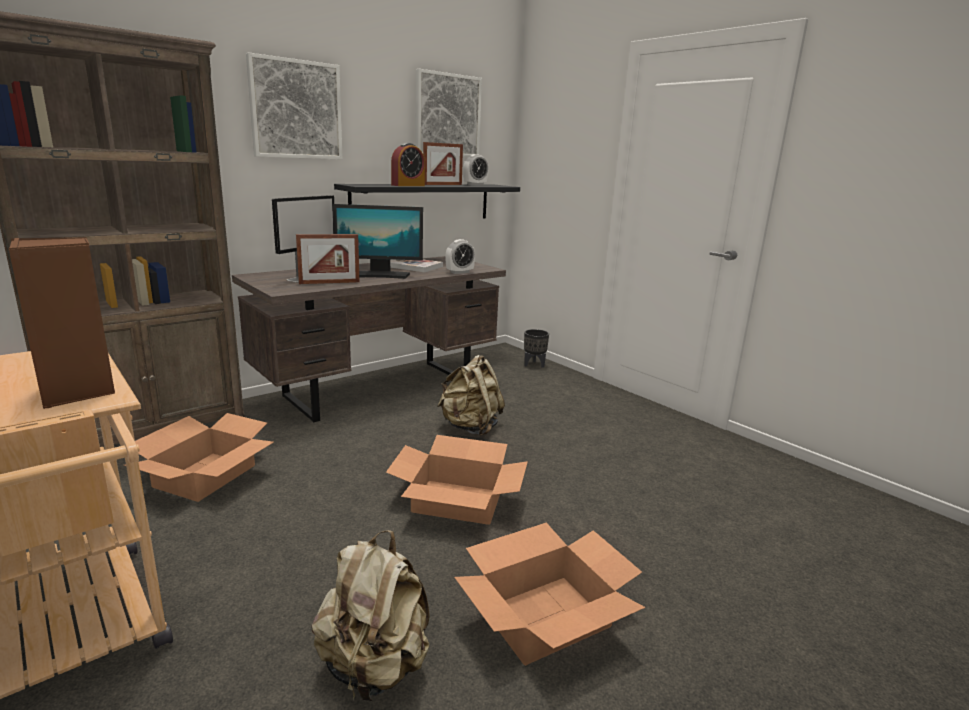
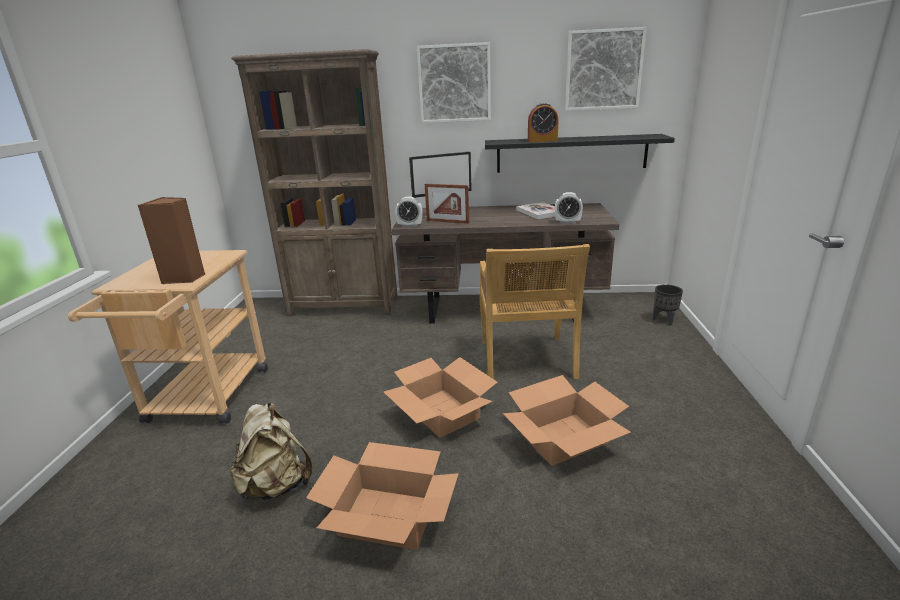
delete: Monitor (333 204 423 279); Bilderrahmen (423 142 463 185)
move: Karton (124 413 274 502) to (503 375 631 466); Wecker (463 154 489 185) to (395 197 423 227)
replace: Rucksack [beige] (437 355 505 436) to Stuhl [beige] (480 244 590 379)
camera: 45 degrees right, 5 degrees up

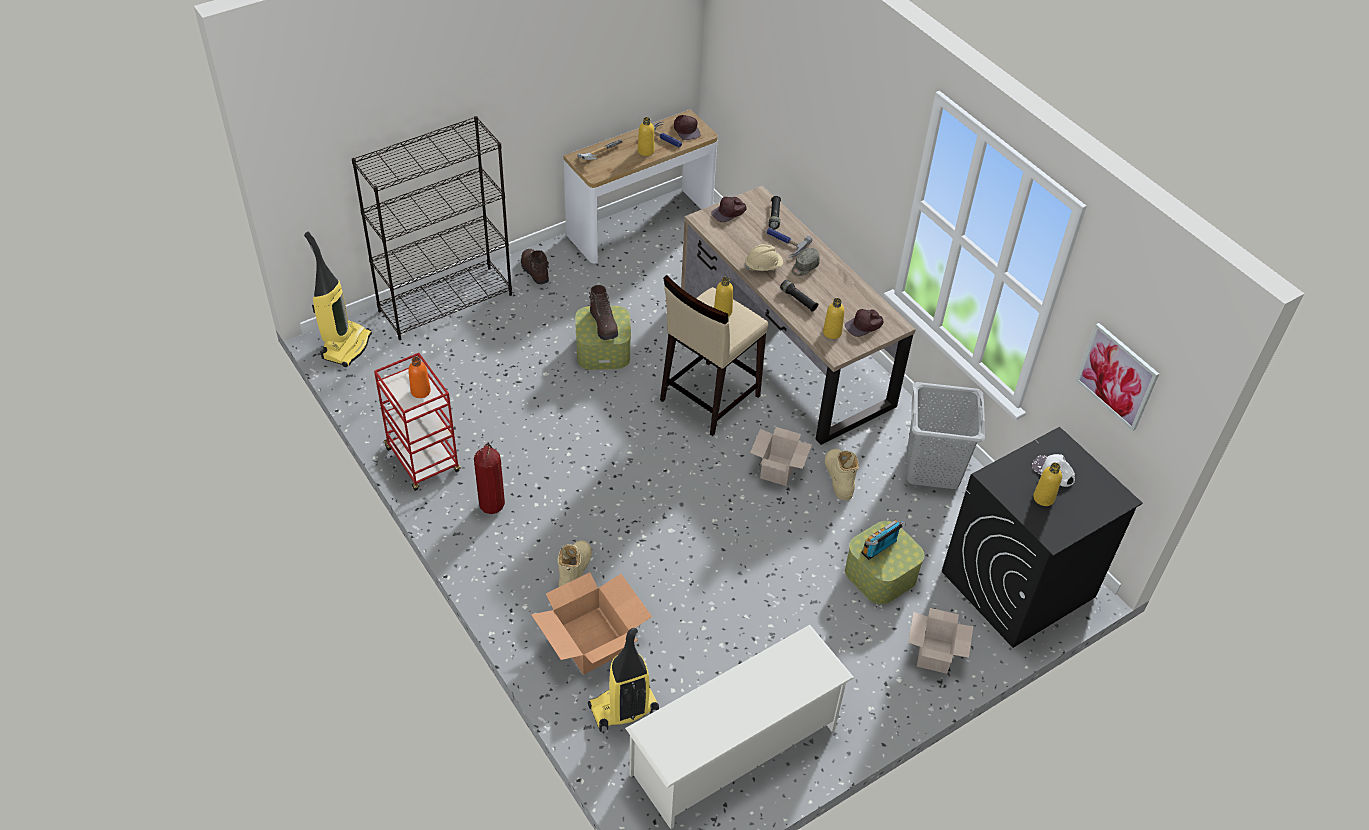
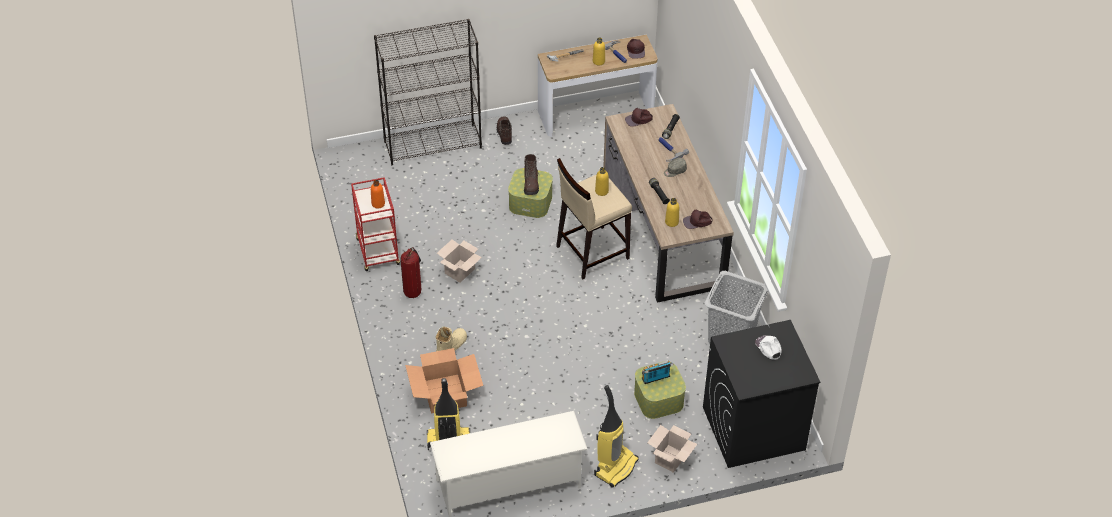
delete: Schutzhelm [beige] (745 244 783 271); Stiefel [beige] (825 449 859 500); Flasche [gelb] (1033 463 1062 506); Bild (1076 323 1159 431)
move: Staubsauger (304 232 372 367) to (594 385 639 488); Karton (750 427 812 486) to (437 239 482 283)
camera: 20 degrees right, 0 degrees up

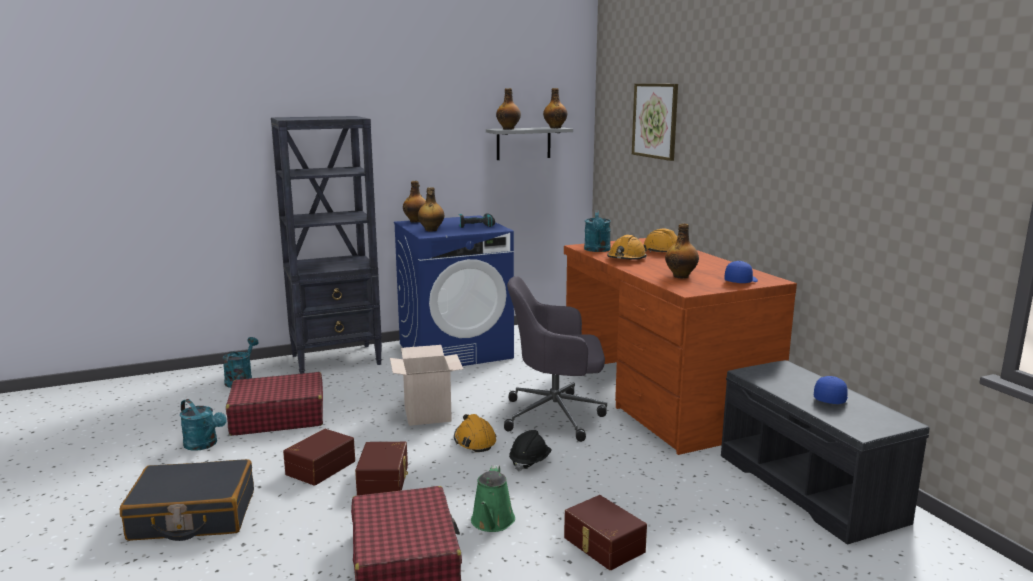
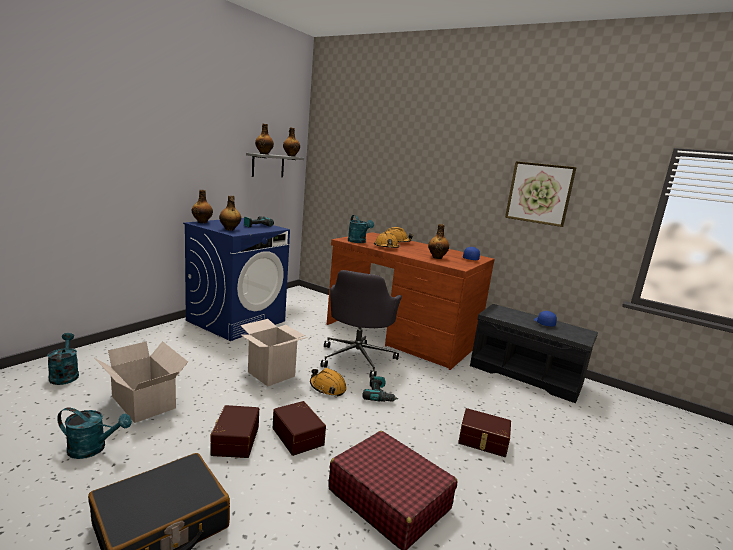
delete: Bücherregal [schwarz] (271 116 382 374); Gießkanne [grün] (471 465 515 532)
move: Bild (632 84 678 161) to (505 161 577 227)
replace: Koffer [rot] (226 372 323 436) to Karton (95 341 188 423); Schutzhelm [schwarz] (509 430 551 471) to Bohrmaschine (362 376 398 402)
rotate: Bürostuhl [grau] (504 276 607 442) = (321 270 402 378) 45 degrees counterclockwise
camera: 35 degrees left, 0 degrees up

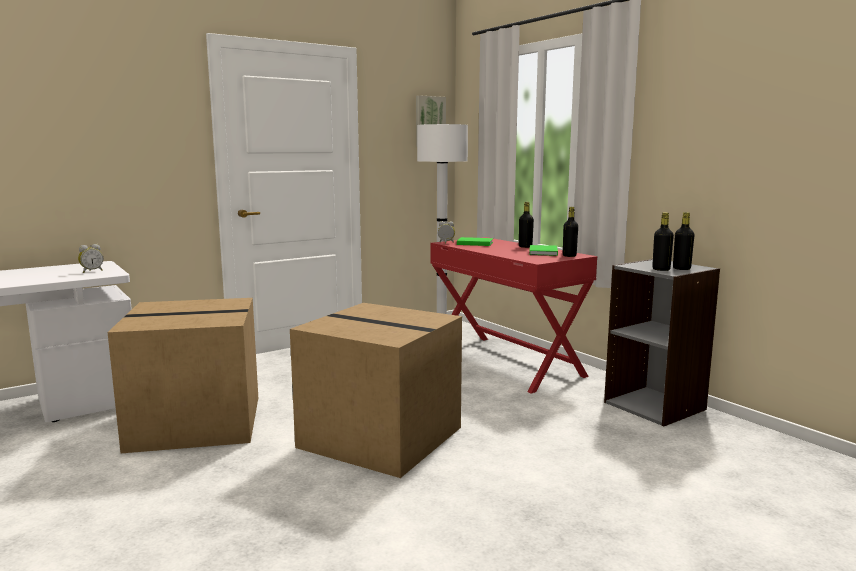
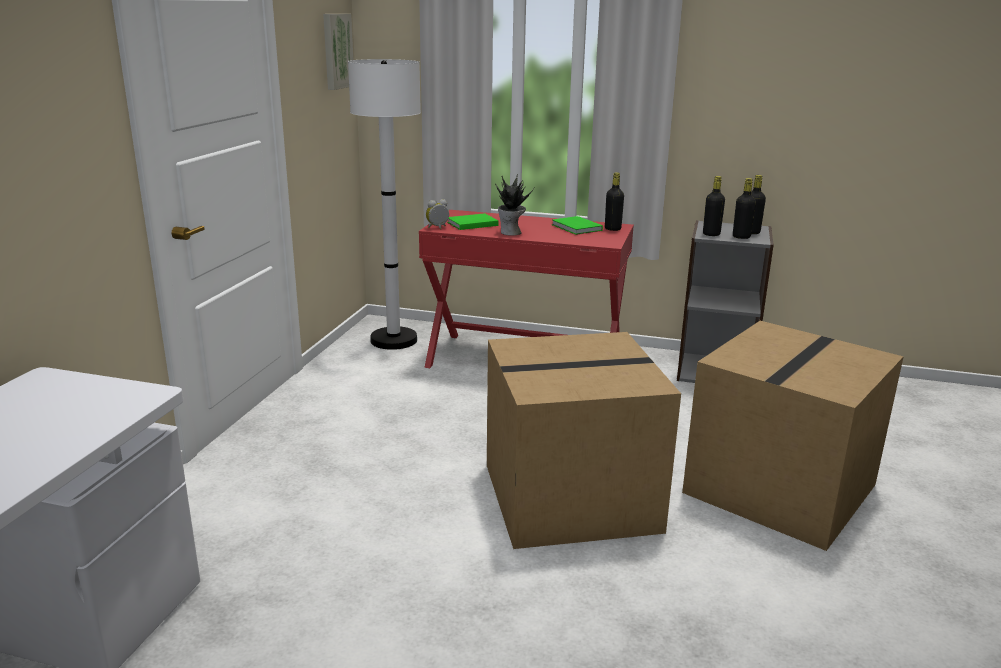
delete: Wecker (78 244 103 273)
insert: Topfpflanze (495 174 535 236)
move: Karton (107 298 258 453) to (682 321 904 551); Flasche [schwarz] (519 202 534 248) to (703 176 725 236)
camera: 40 degrees left, 10 degrees up

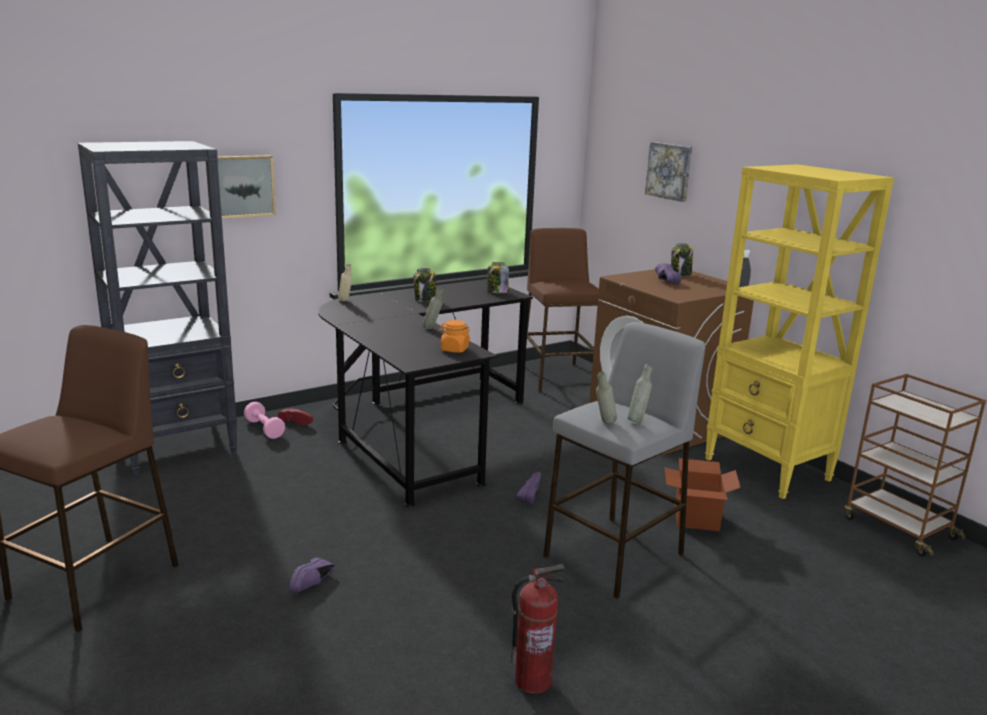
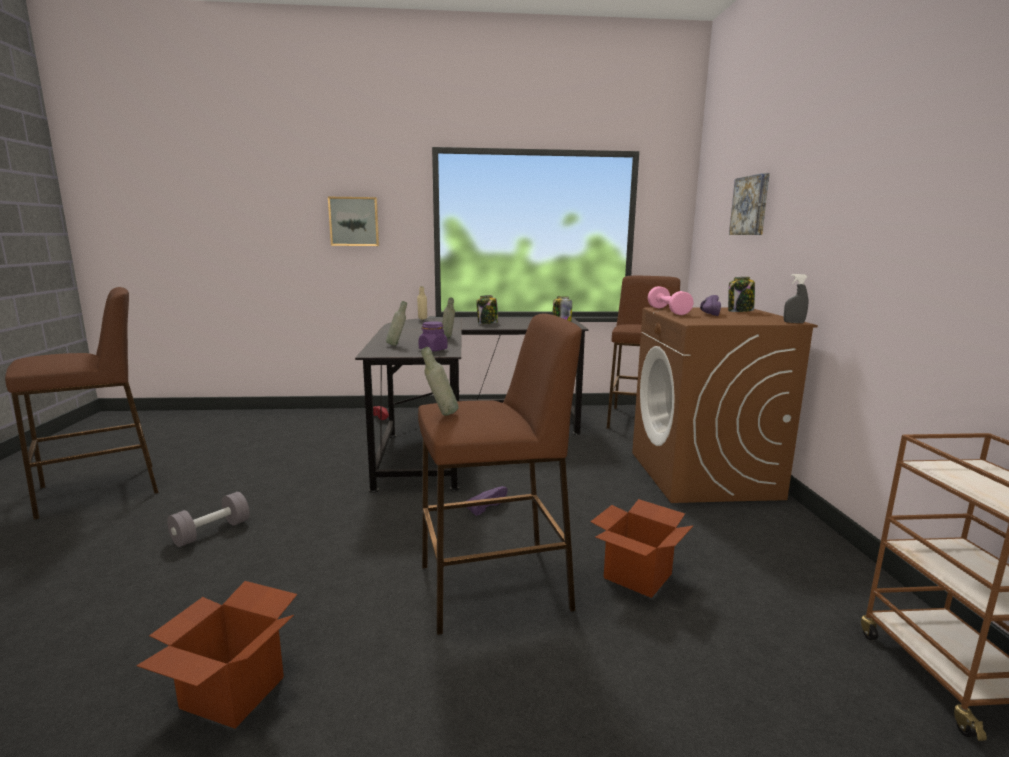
delete: Bücherregal [schwarz] (78 141 238 475); Bücherregal [gelb] (705 164 894 499)
move: Hantel [rosa] (244 402 285 439) to (648 286 694 315); Flasche [grau] (627 364 652 423) to (386 301 407 346)
replace: Schuh [lila] (290 558 335 593) to Hantel [grau] (167 492 250 547); Feuerlöscher (511 564 565 694) to Karton (136 581 297 729)
recolor: Vorratsglas [orange] (439 320 470 353) to Vorratsglas [lila] (418 321 447 351); Hocker [grau] (543 322 705 599) to Hocker [braun] (418 313 582 635)
camera: 30 degrees right, 5 degrees down

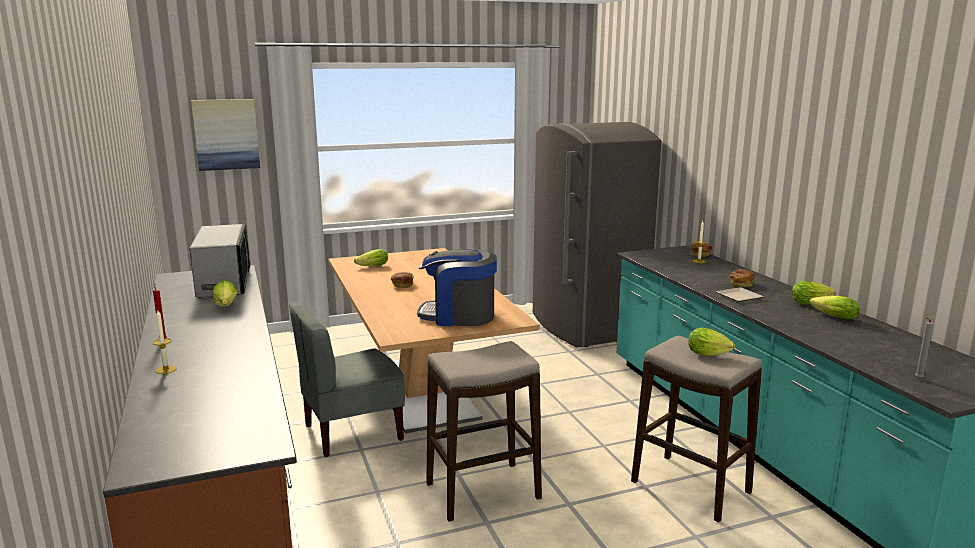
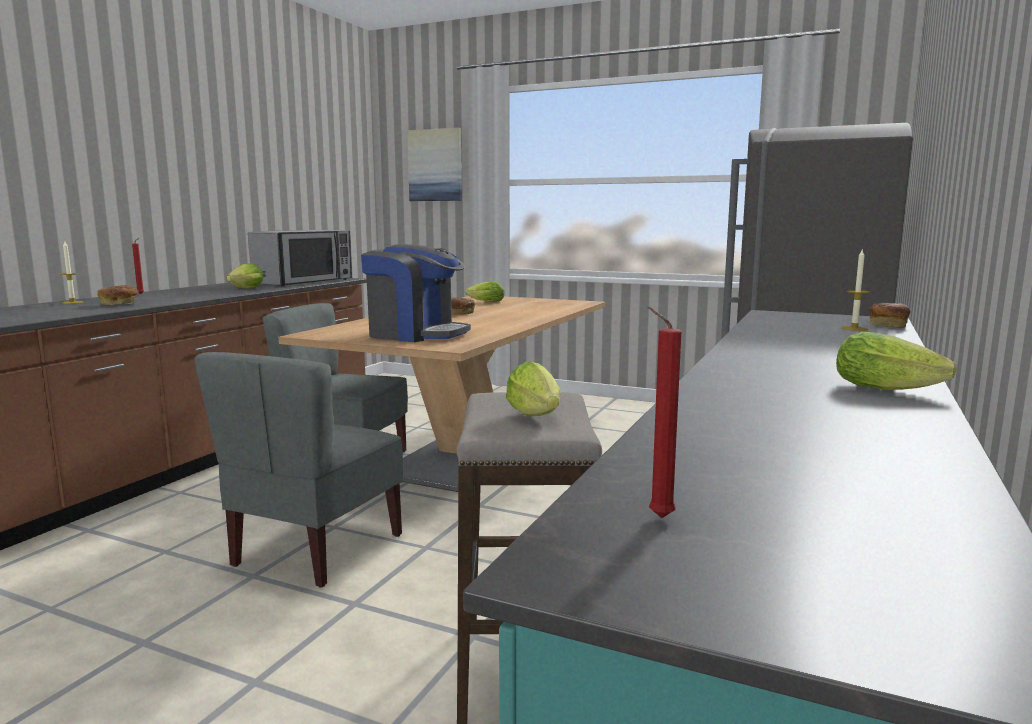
delete: Teller (716 287 764 302); Salatkopf (810 296 860 319)
move: Brot (730 269 754 287) to (97 285 139 305)
replace: Hocker (426 341 542 522) to Stuhl [grau] (194 352 403 587)
recolor: Kerze [grau] (915 317 934 379) to Kerze [rot] (648 307 682 518)
rotate: Kaffeemaschine (417 249 497 326) = (361 244 471 342) 150 degrees clockwise
camera: 45 degrees right, 5 degrees down

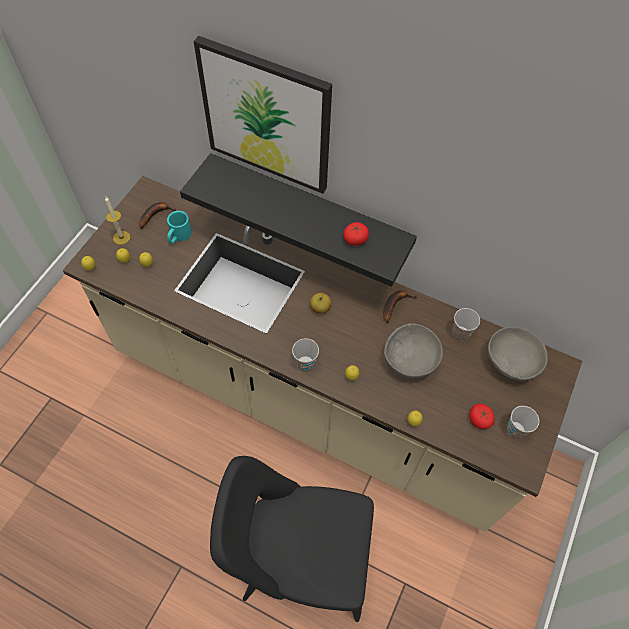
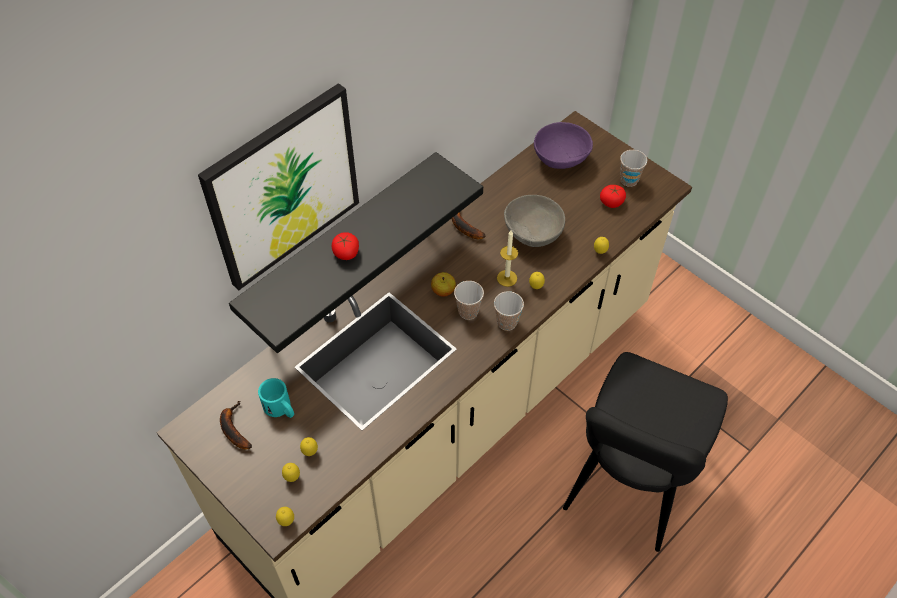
move: Kerze (105 197 130 245) to (497 230 518 287); Tomate (343 222 369 246) to (332 232 359 260); Tasse (452 308 480 341) to (454 281 484 320)
recolor: Schüssel [grau] (488 327 548 381) to Schüssel [lila] (534 122 593 169)
camera: 70 degrees left, 5 degrees down

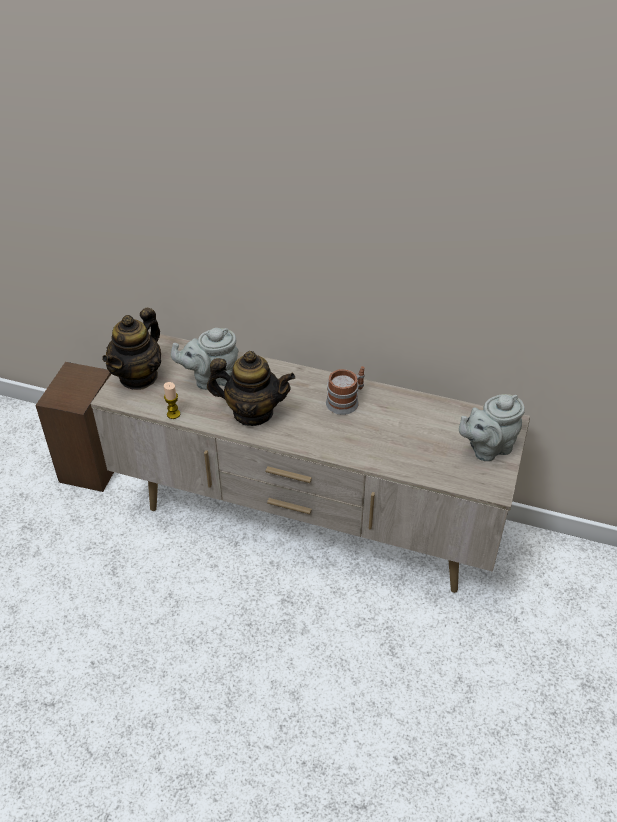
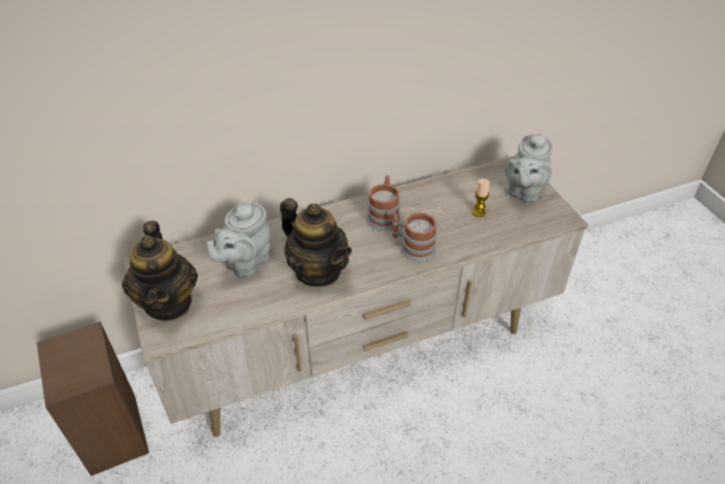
insert: Henkelbecher (391 212 437 262)
move: Kerze (164 382 180 419) to (472 179 490 217)
rotate: Teekanne (207 351 295 426) = (280 198 352 287) 75 degrees clockwise
camera: 40 degrees left, 0 degrees up

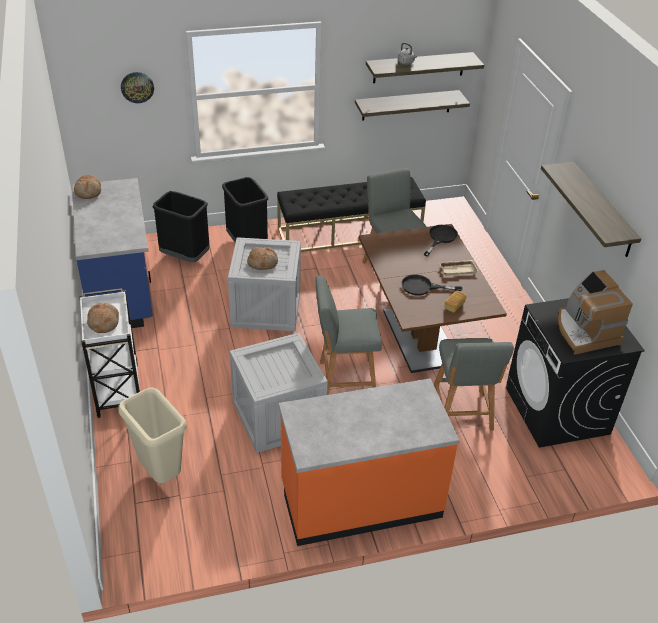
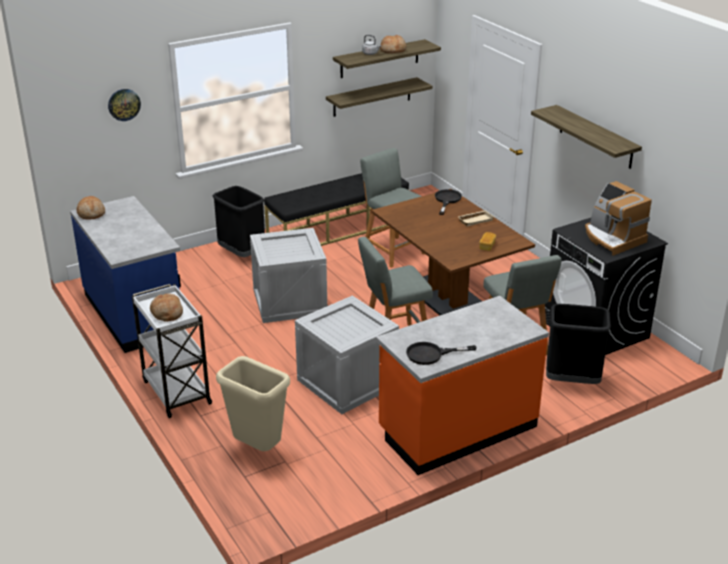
move: Mülleimer [schwarz] (153 191 210 262) to (546 304 611 384); Brot (247 247 278 270) to (380 35 407 53); Pfanne [schwarz] (401 275 462 296) to (406 342 477 365)
camera: 15 degrees left, 10 degrees down

